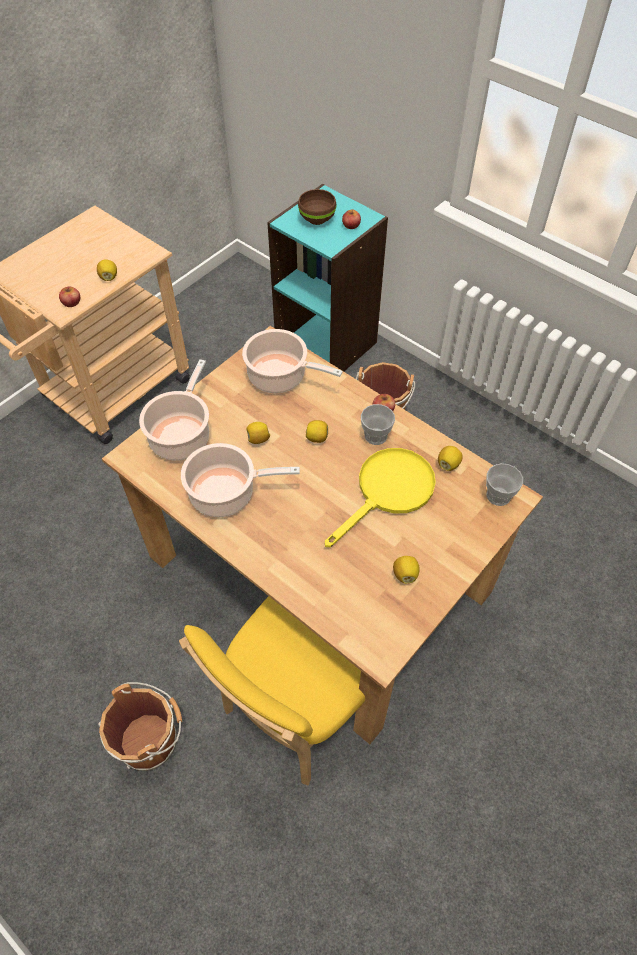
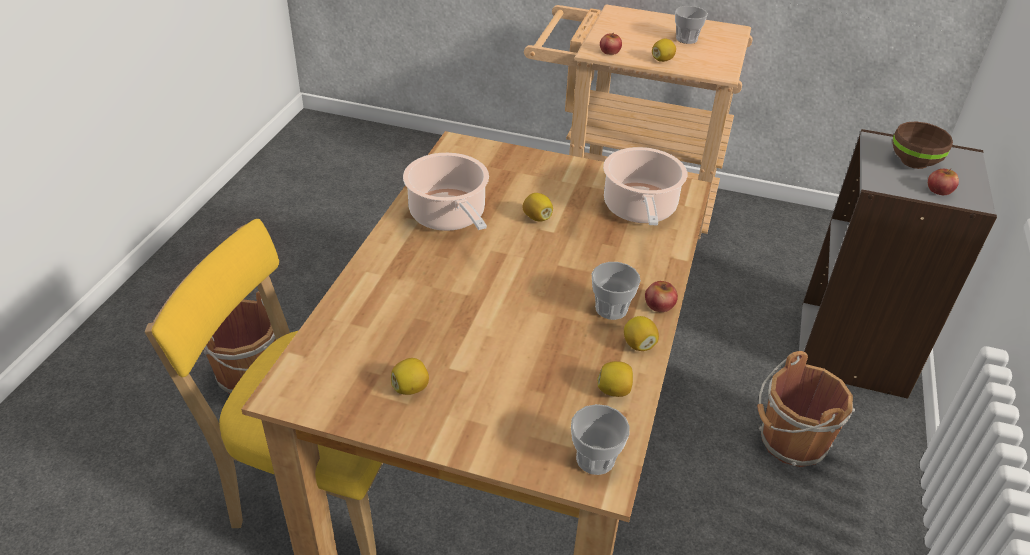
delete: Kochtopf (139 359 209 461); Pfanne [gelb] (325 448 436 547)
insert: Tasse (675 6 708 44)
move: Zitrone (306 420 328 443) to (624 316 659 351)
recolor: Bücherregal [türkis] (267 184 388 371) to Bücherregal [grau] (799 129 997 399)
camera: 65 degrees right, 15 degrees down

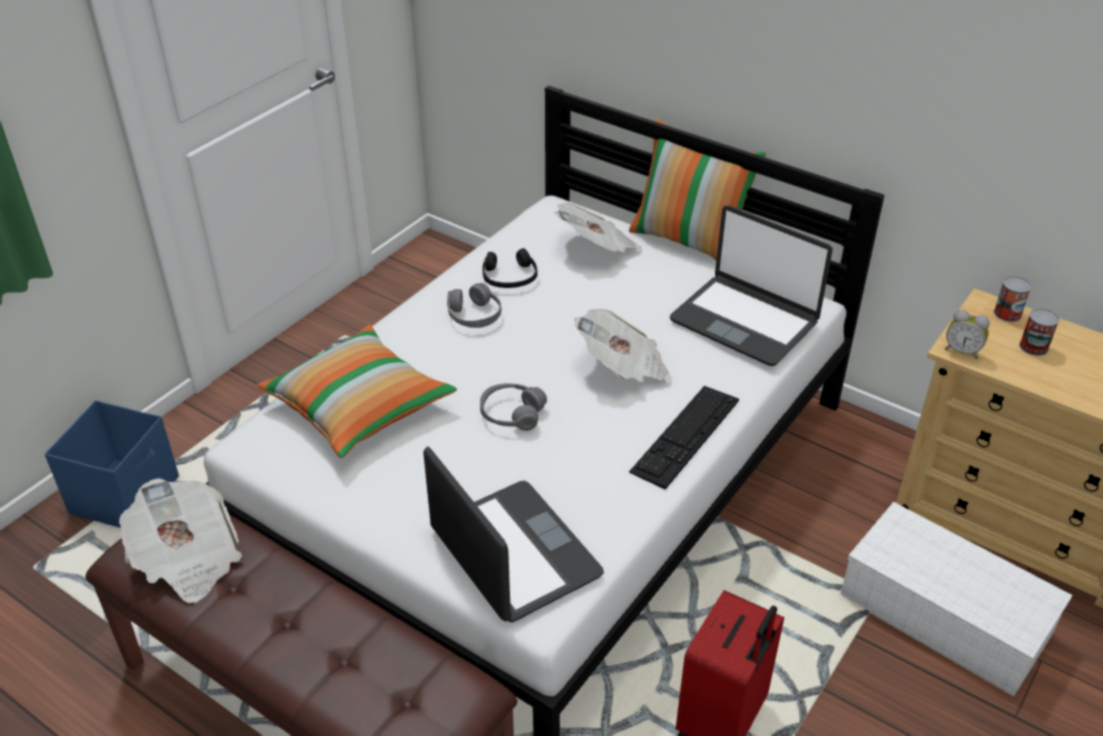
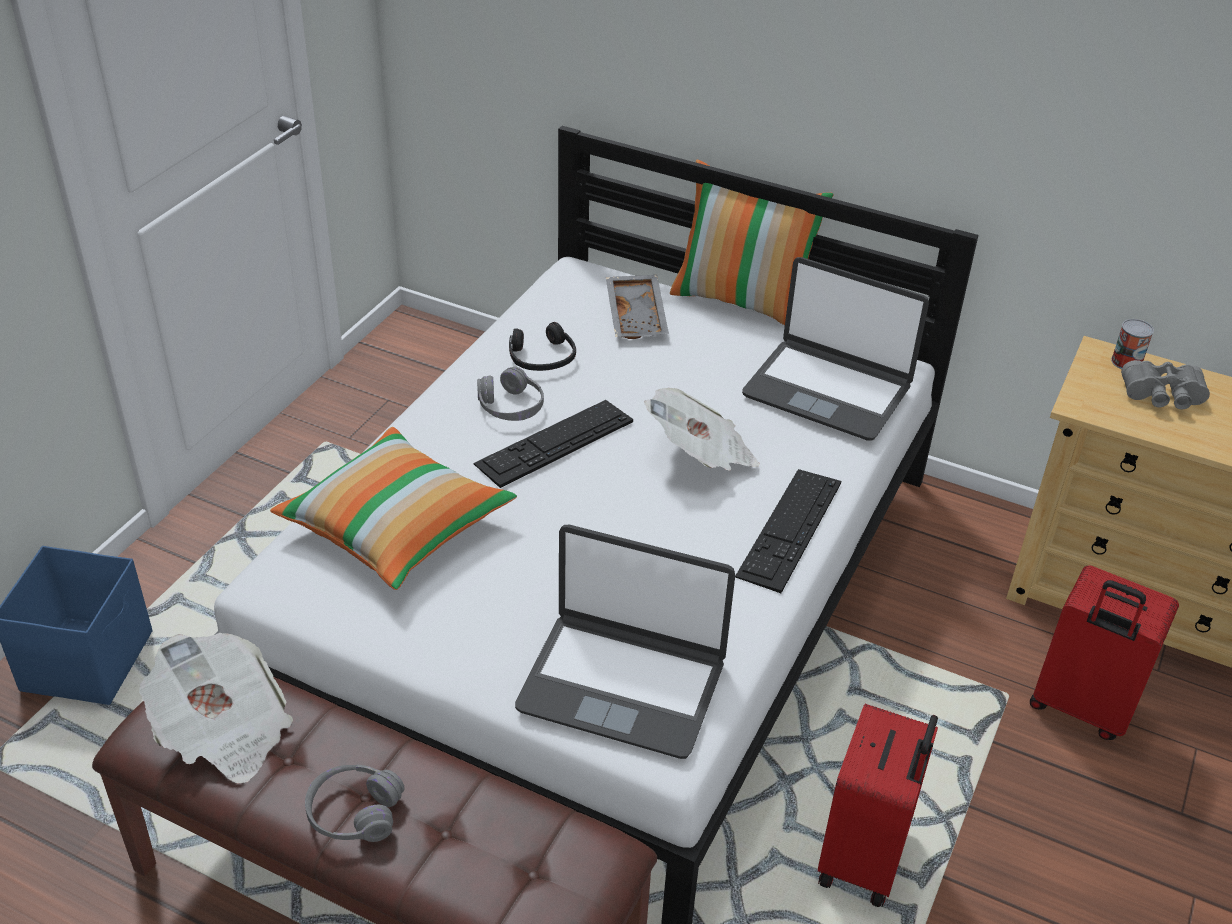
delete: Wecker (945 310 990 359)
insert: Tastatur (473 400 633 488)
move: Kopfhörer [grau] (480 383 547 431) to (305 765 405 842)
replace: Zeitung (554 203 641 253) to Tablett [grau] (606 275 669 339); Aufbewahrungsbox [weiß] (841 502 1072 697) to Koffer [rot] (1030 565 1179 740); Dose (1019 308 1059 356) to Fernglas [grau] (1121 360 1210 410)
rotate: Laptop (423 446 604 622) = (515 525 735 759) 150 degrees clockwise
camera: 10 degrees left, 0 degrees up

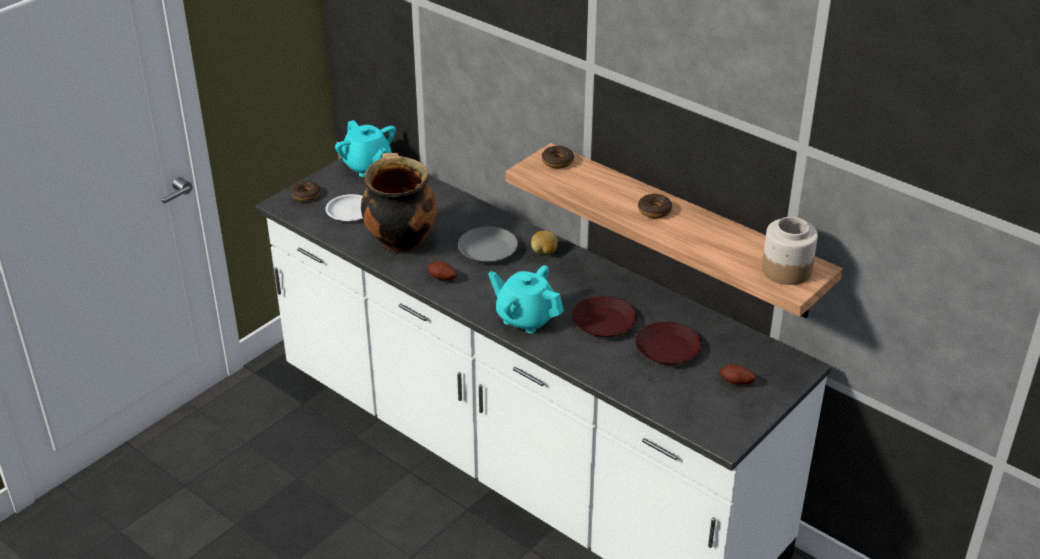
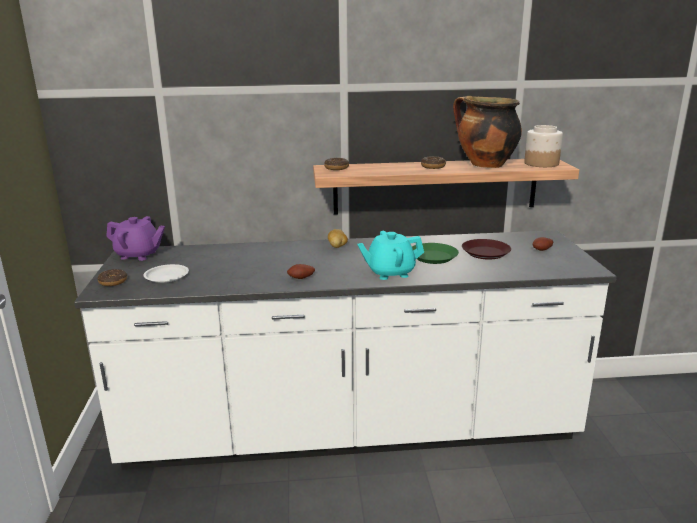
delete: Teller [grau] (458 227 518 263)
move: Kochtopf (361 153 437 252) to (453 96 522 168)
recolor: Teekanne [türkis] (335 120 396 177) to Teekanne [lila] (106 216 165 261); Teller [braun] (572 296 637 337) to Teller [grün] (412 243 459 264)
camera: 45 degrees left, 15 degrees down

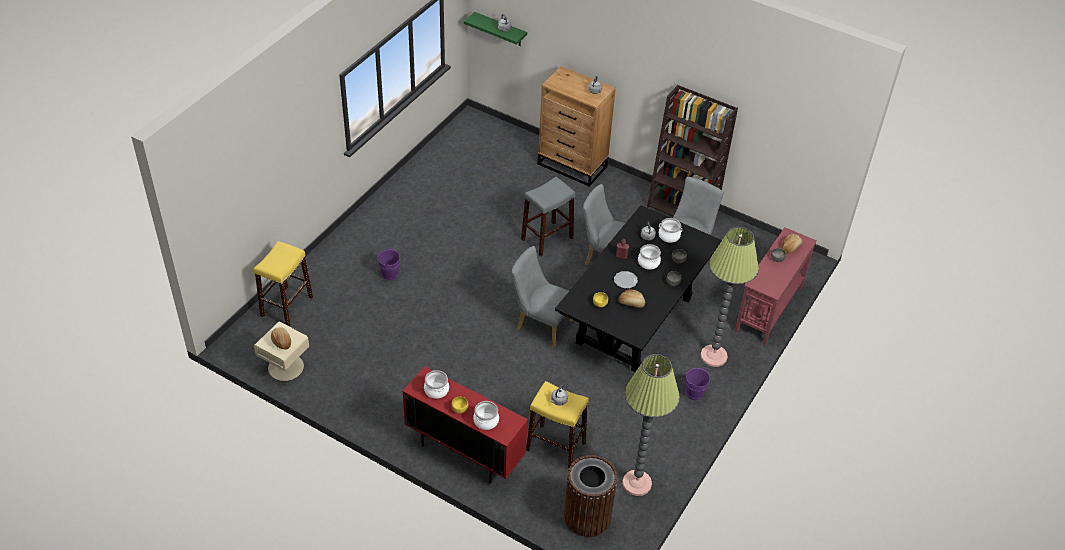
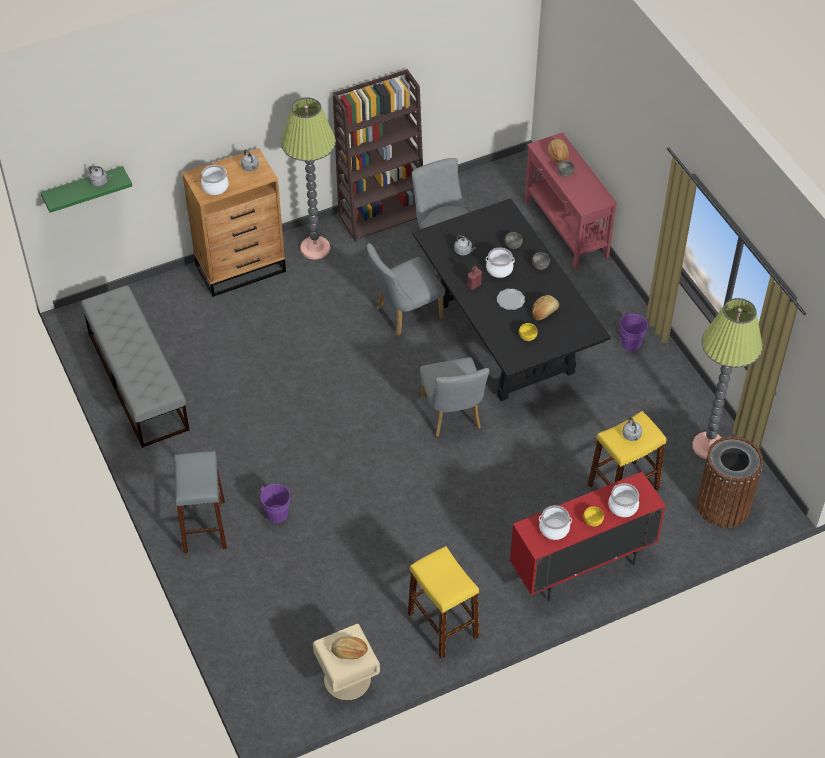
insert: Bank [grau] (81 286 190 448)
move: Hocker [gelb] (254 241 313 326) to (408 546 479 658); Hocker [grau] (521 177 575 257) to (174 451 227 553); Kochtopf (659 218 682 243) to (201 165 229 195); Stehlampe (700 227 759 367) to (281 97 336 260)
rotate: Stuhl [grau] (512 246 573 347) = (420 357 489 436) 75 degrees counterclockwise
camera: 55 degrees left, 5 degrees up

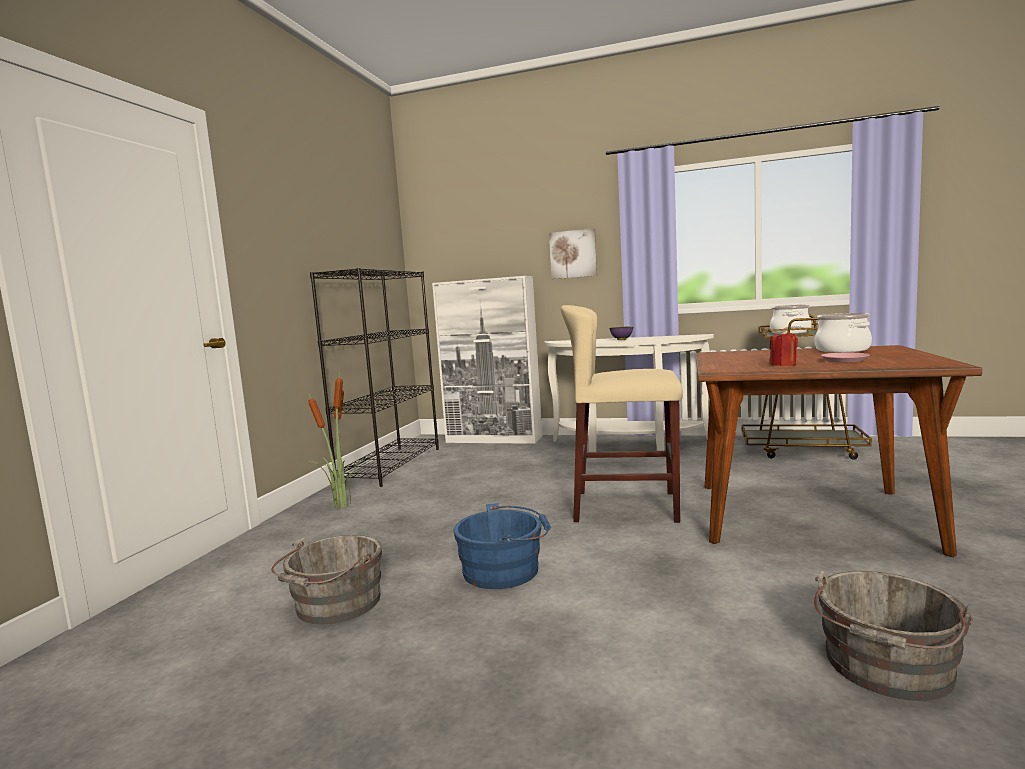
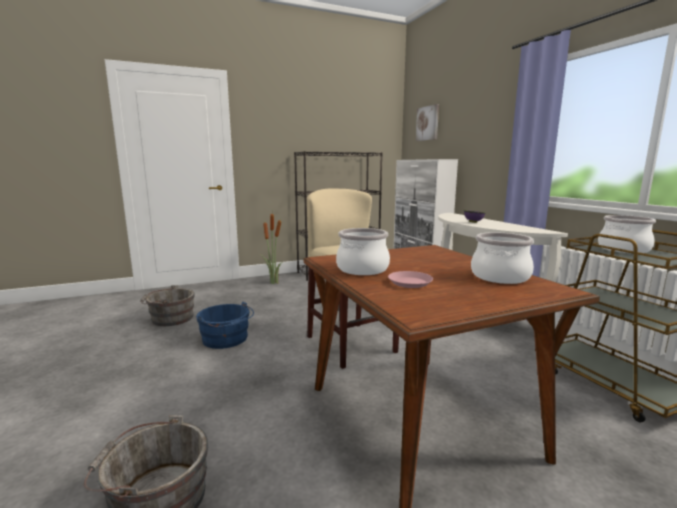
move: Bild (549 228 597 279) to (416 104 439 141)
replace: Kerze [rot] (769 330 798 366) to Kochtopf (336 228 390 275)
camera: 50 degrees right, 5 degrees up

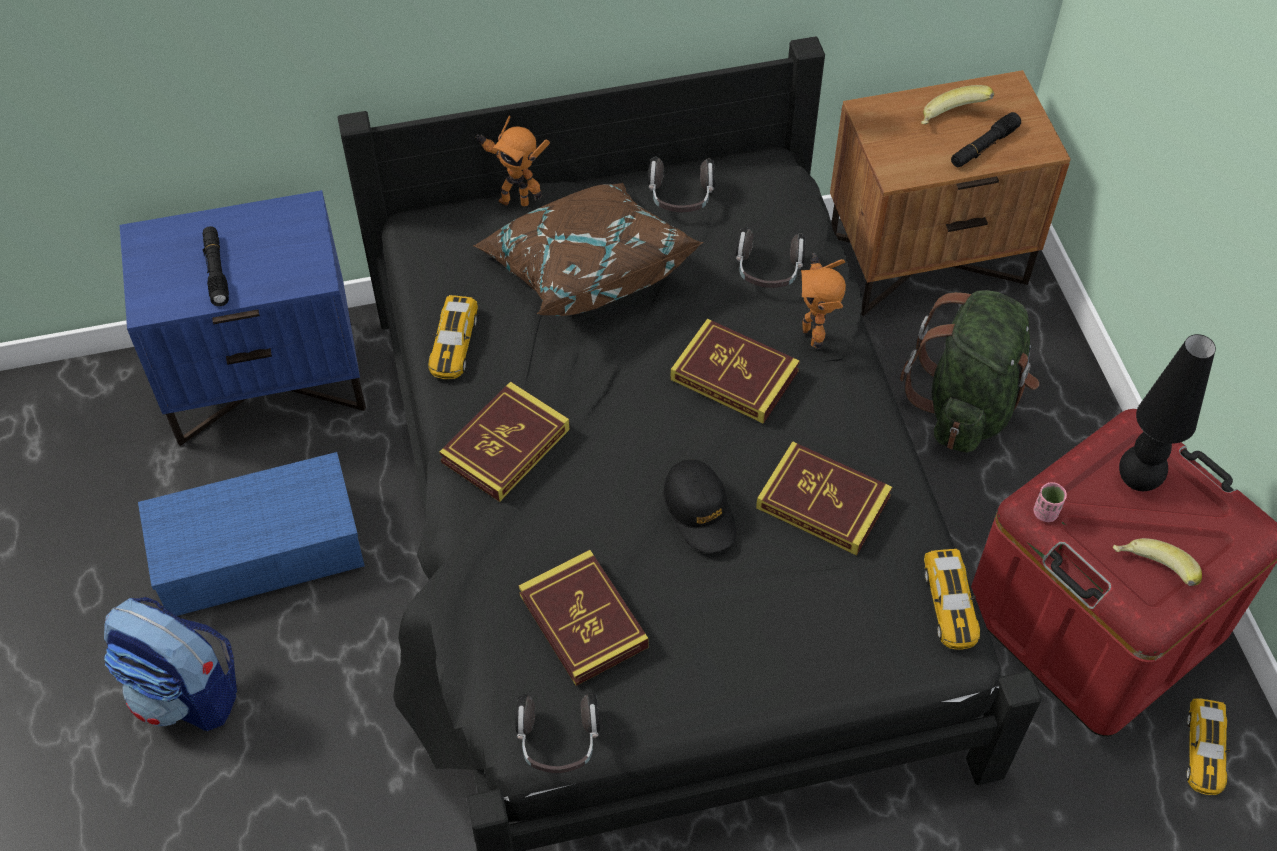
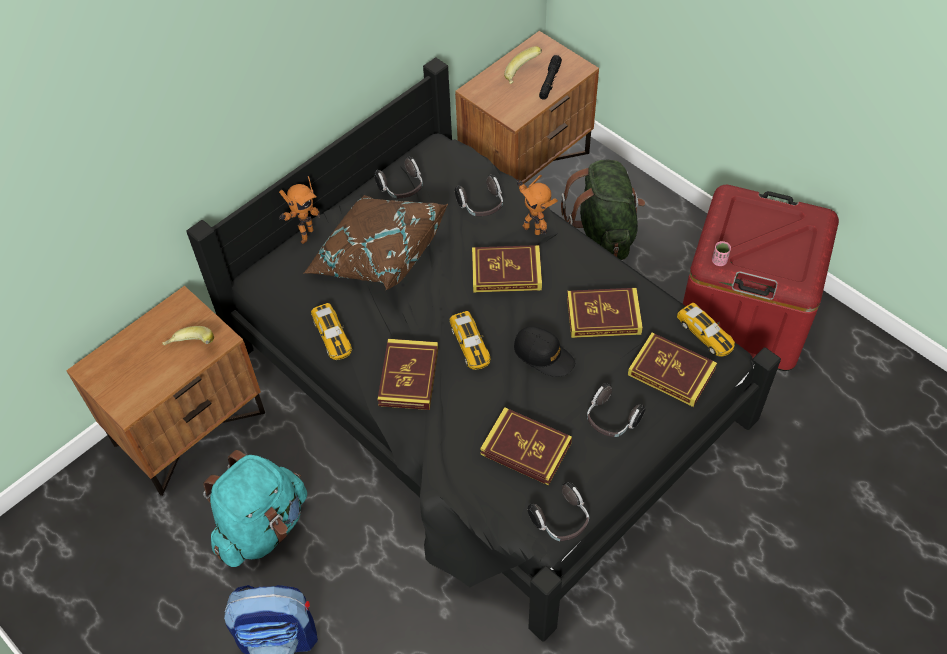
delete: Taschenlampe [schwarz] (203 226 229 306); Tischlampe [schwarz] (1119 334 1216 491)
insert: Kopfhörer (587 383 645 437); Buch (628 332 717 407)
move: Banane (1113 538 1202 586) to (162 326 214 345); Spielzeugauto (1186 698 1231 795) to (449 311 491 370)
replace: Aufbewahrungsbox [blau] (138 452 365 616) to Rucksack [türkis] (203 450 307 567)
recolor: Nachttisch [blau] (119 190 366 446) to Nachttisch [braun] (66 286 265 496)
rotate: Spielzeugroboter (475 116 550 206) = (279 176 320 244) 45 degrees counterclockwise
camera: 30 degrees left, 0 degrees up

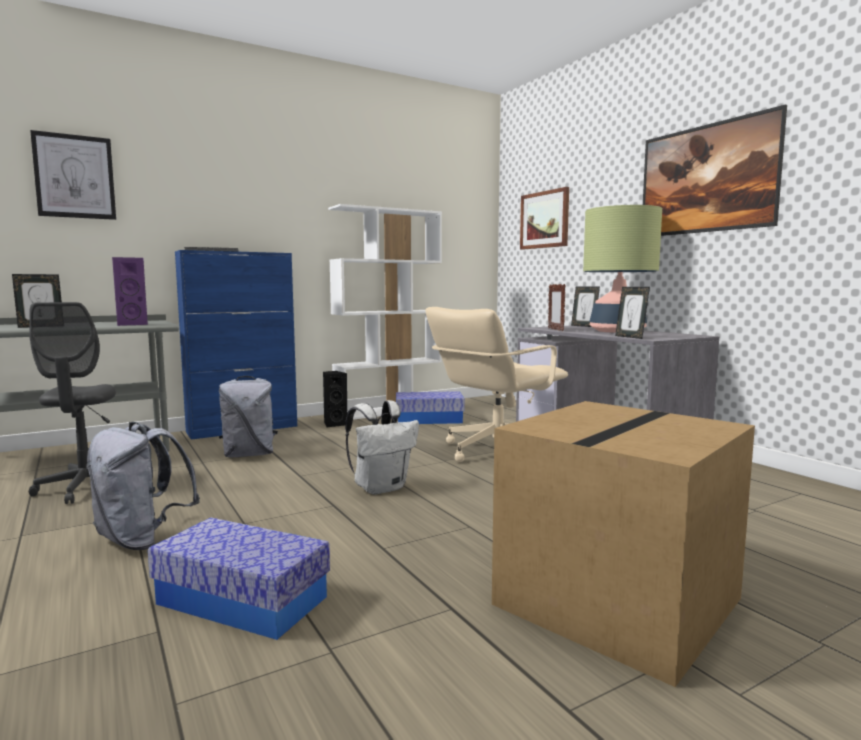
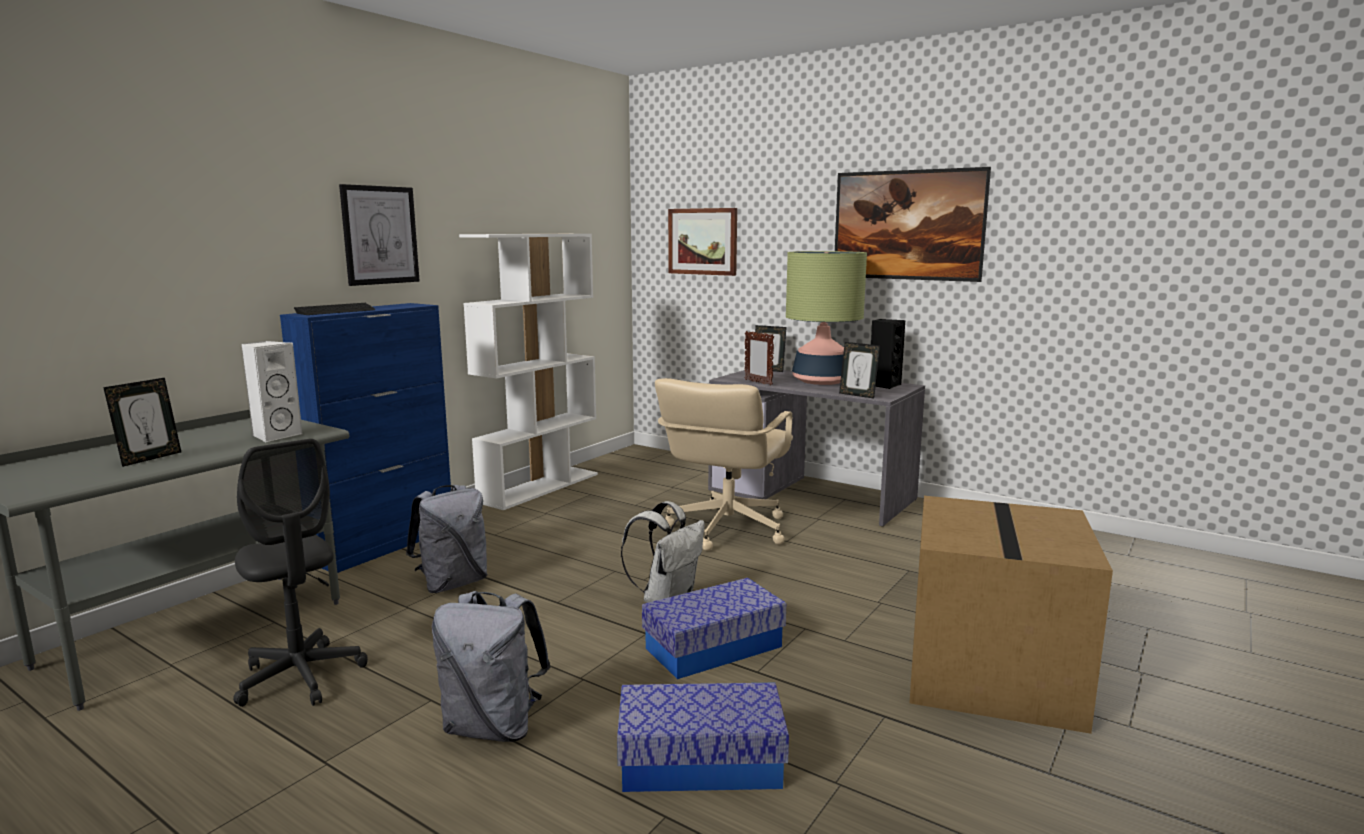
move: Bild (30 130 116 220) to (339 184 420 286); Lautsprecher [schwarz] (323 371 347 427) to (871 319 905 389); Aufbewahrungsbox (396 391 465 424) to (642 578 786 679)
recolor: Lautsprecher [lila] (112 257 148 326) to Lautsprecher [weiß] (241 341 303 442)
camera: 25 degrees left, 5 degrees up

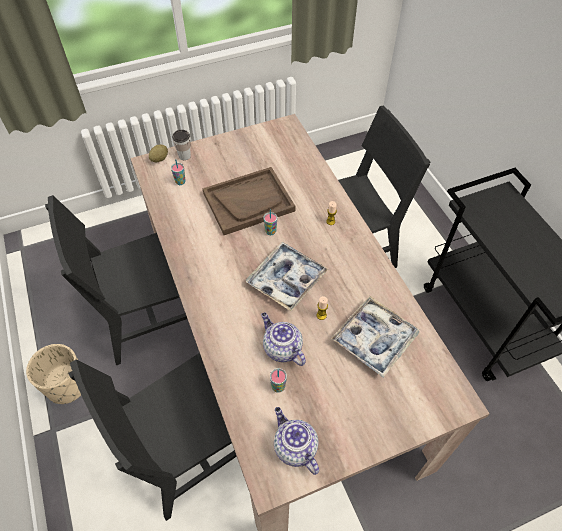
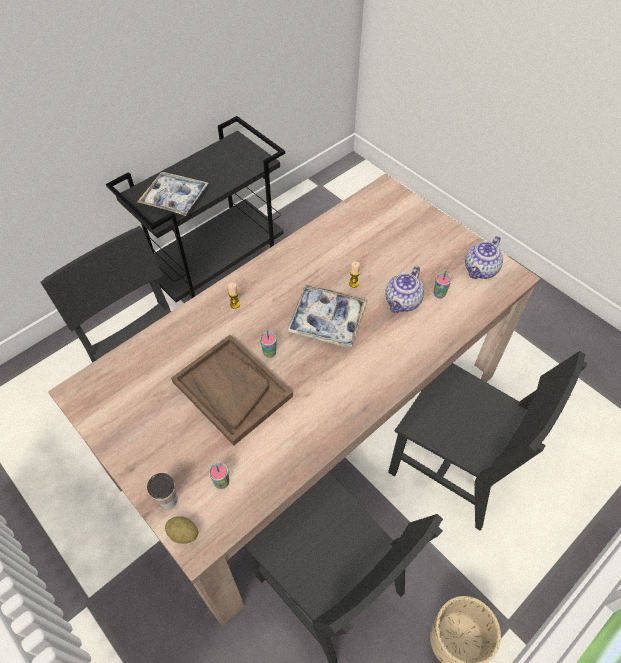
move: Tablett (331 296 419 377) to (137 172 209 216)
camera: 110 degrees left, 0 degrees up

